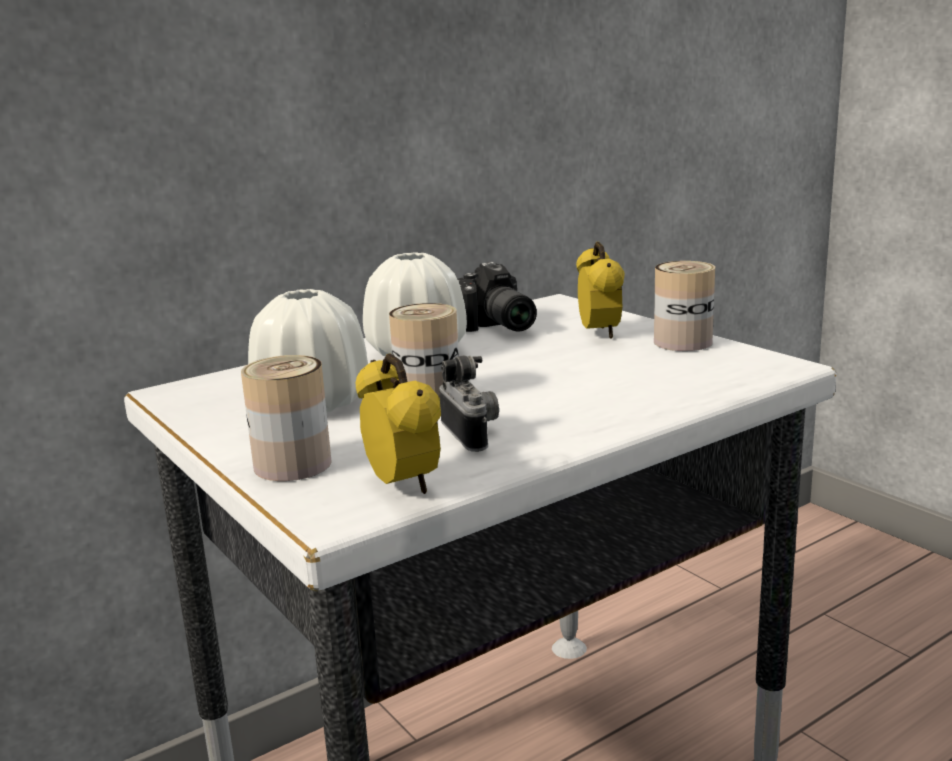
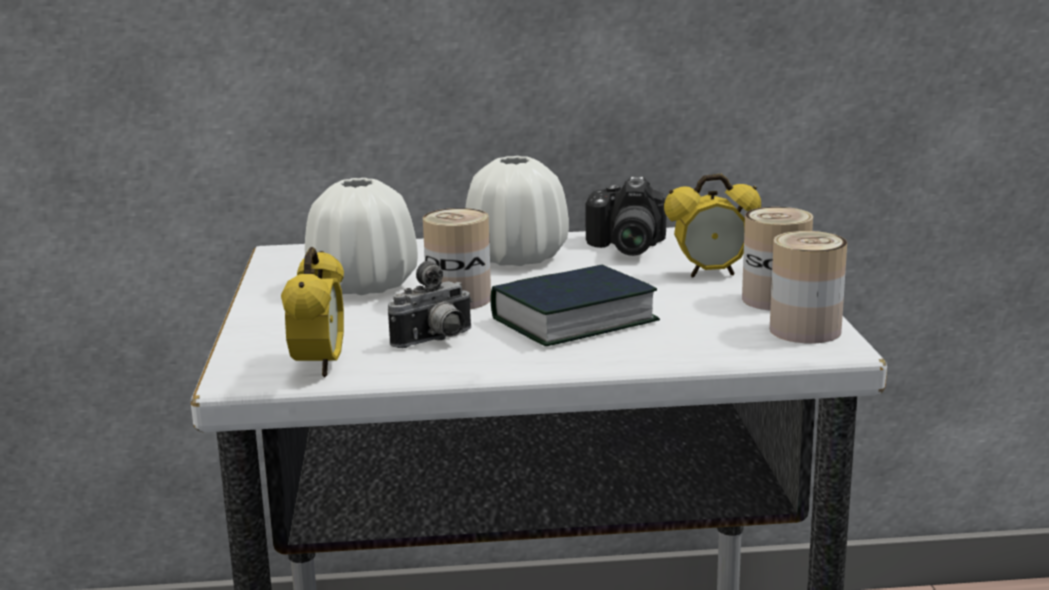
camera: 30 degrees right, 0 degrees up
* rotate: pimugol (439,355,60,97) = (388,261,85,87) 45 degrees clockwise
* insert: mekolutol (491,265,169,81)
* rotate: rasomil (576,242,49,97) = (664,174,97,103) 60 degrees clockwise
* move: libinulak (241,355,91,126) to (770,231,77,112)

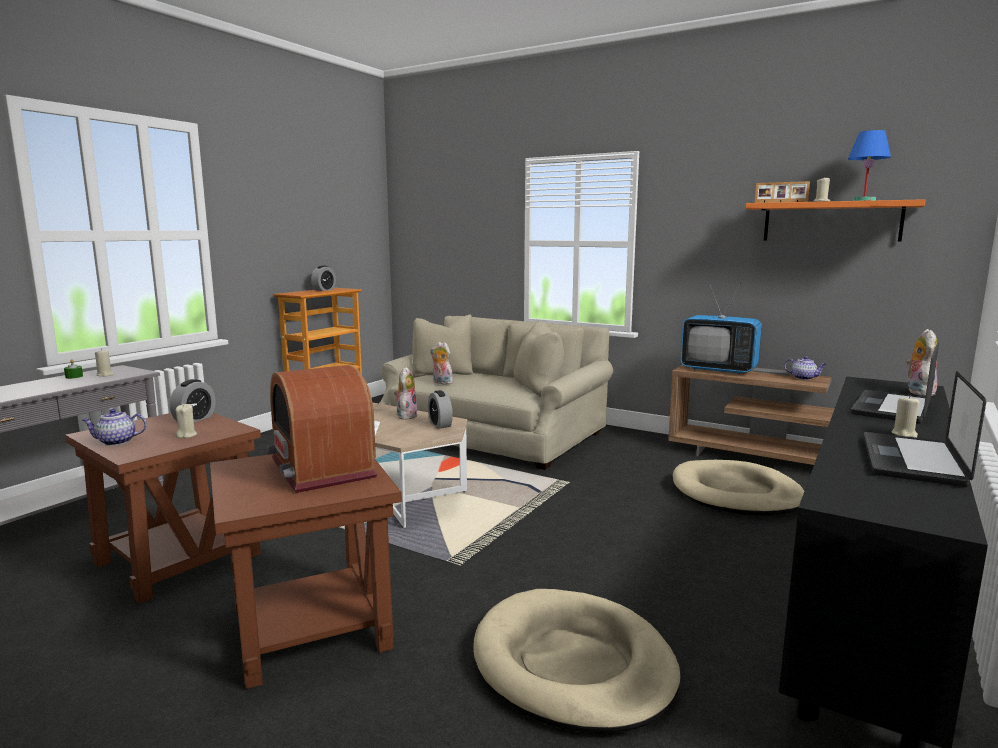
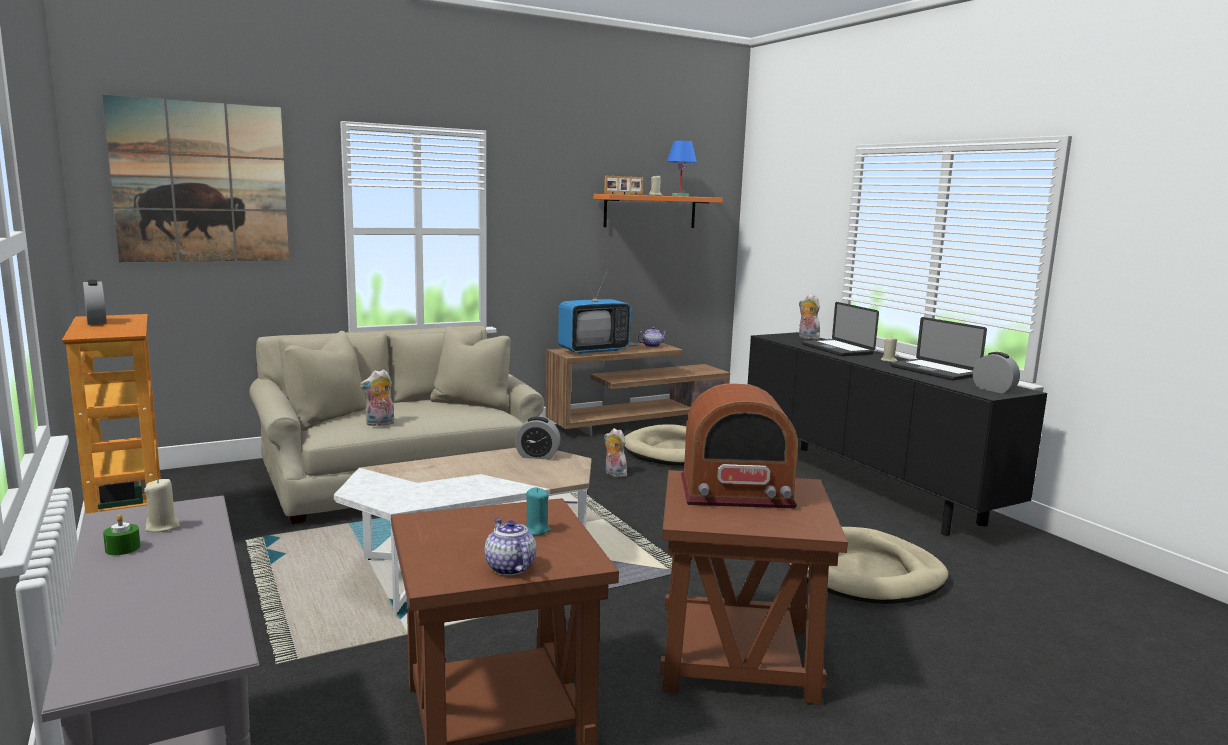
camera: 60 degrees left, 0 degrees up
* insert: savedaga (102,95,187,167)
* rotate: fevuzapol (82,409,65,37) = (484,518,52,58) 135 degrees clockwise
* recolor: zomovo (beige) (175,404,22,34) to zomovo (turquoise) (526,487,25,49)
* move: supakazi (394,367,24,53) to (604,428,23,49)
* move: rasomil (170,379,46,43) to (973,352,47,42)

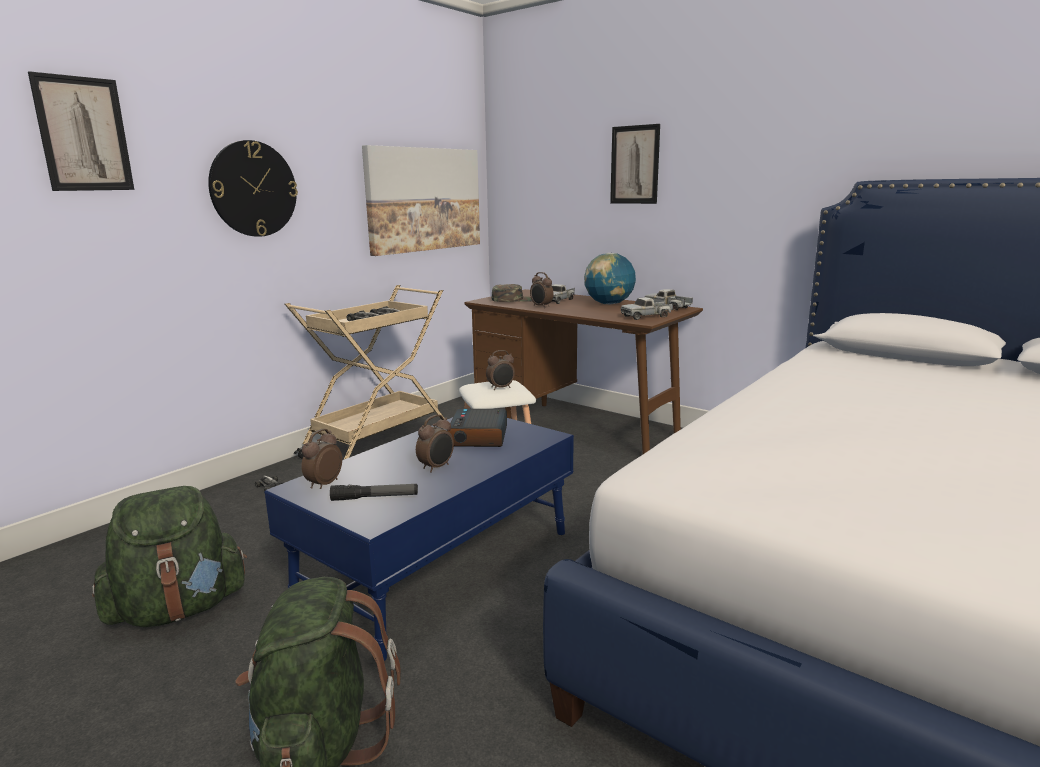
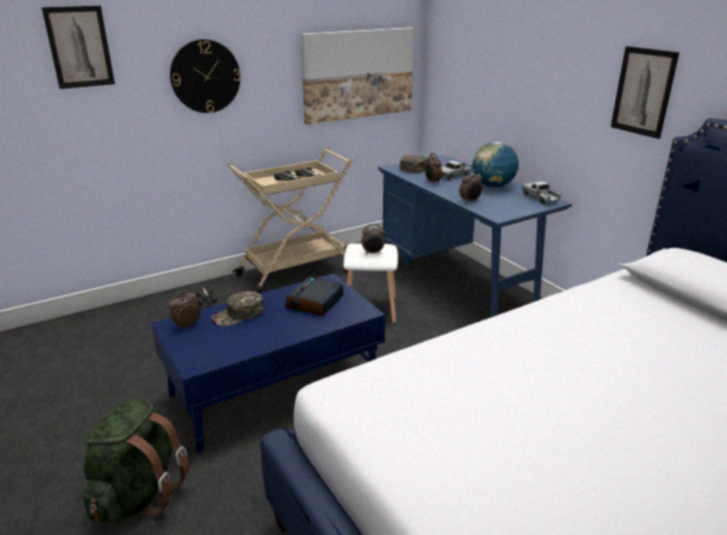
camera: 20 degrees right, 10 degrees up
* insert: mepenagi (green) (211,291,53,35)
* recolor: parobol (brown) (464,289,239,165) to parobol (blue) (378,155,194,163)
* move: rasomil (416,414,38,59) to (459,170,23,34)
* move: savedaga (610,124,50,80) to (611,46,68,93)
* delete: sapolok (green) (92,486,155,141)
* delete: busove (330,484,88,17)
* delete: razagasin (621,297,52,23)

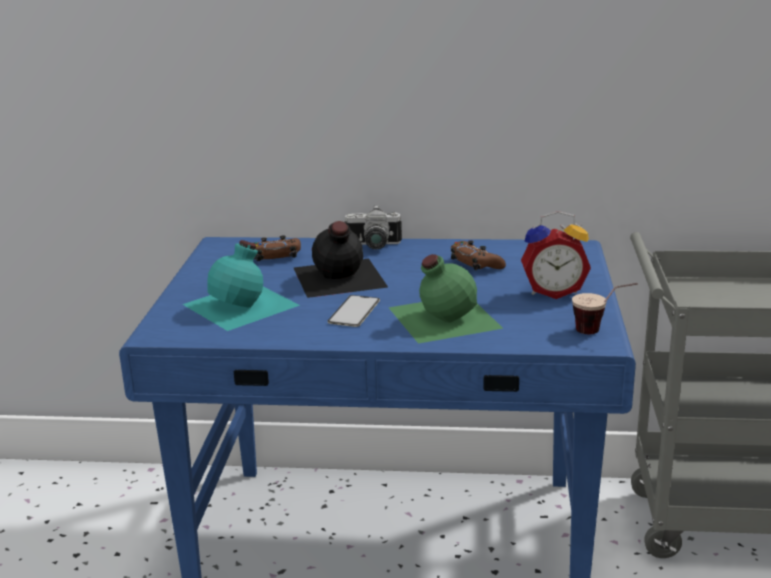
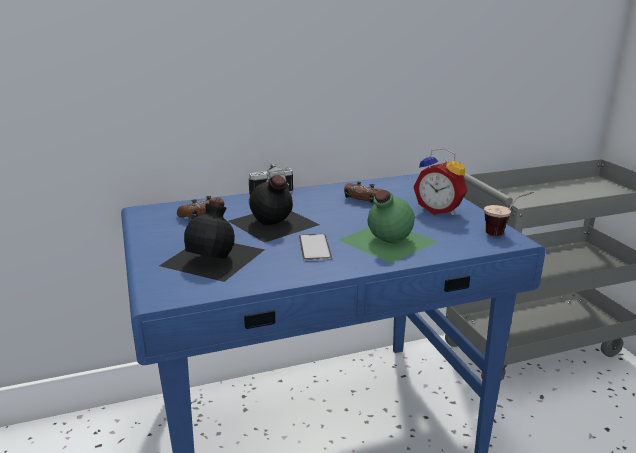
camera: 25 degrees left, 0 degrees up
* recolor: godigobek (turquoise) (182,240,118,91) to godigobek (black) (159,200,106,82)
* rotate: rasomil (521,211,70,88) = (413,148,55,67) 60 degrees clockwise

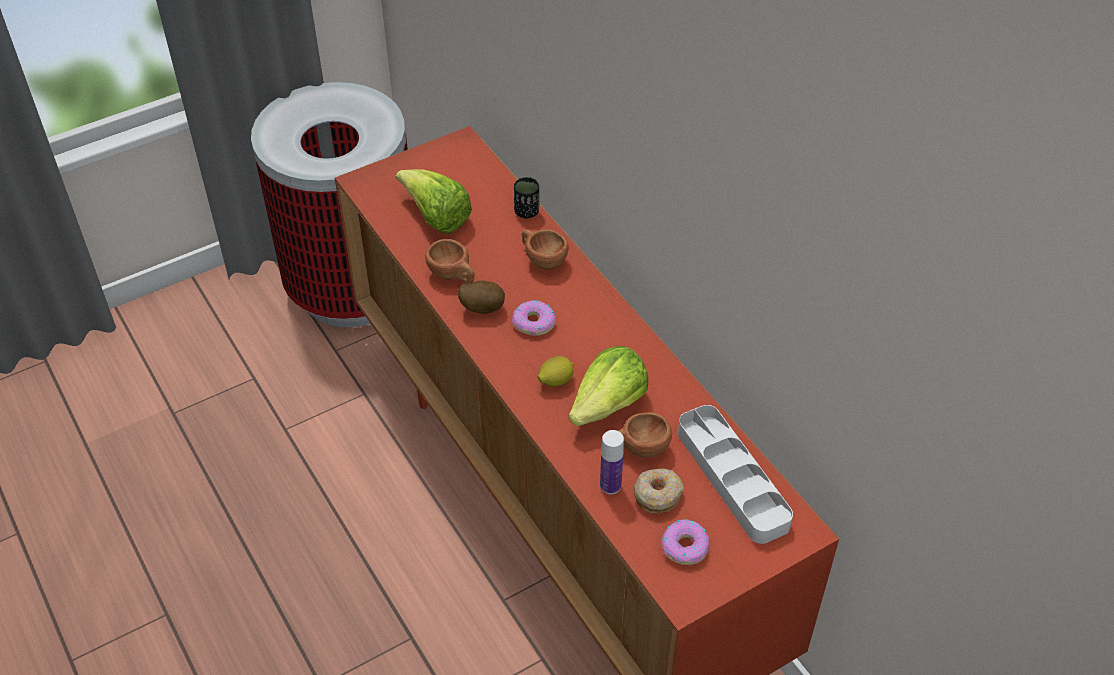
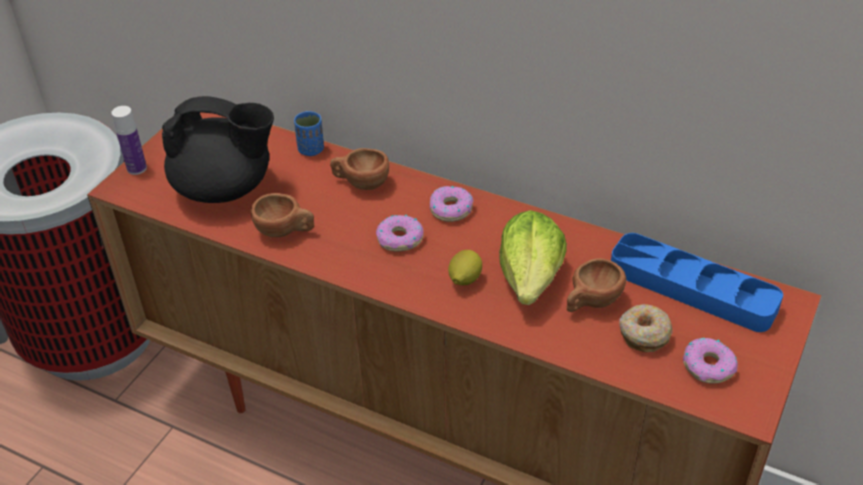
camera: 30 degrees left, 5 degrees down
* move: godigobek (600,430,24,64) to (111,106,36,69)
* replace: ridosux (396,169,76,65) to fevuzapol (black) (162,96,112,107)
* recolor: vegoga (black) (514,177,25,41) to vegoga (blue) (294,111,30,45)
* insert: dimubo (430,186,43,36)
* recolor: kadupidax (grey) (678,405,115,139) to kadupidax (blue) (611,233,172,99)
* delete: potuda (458,280,47,34)

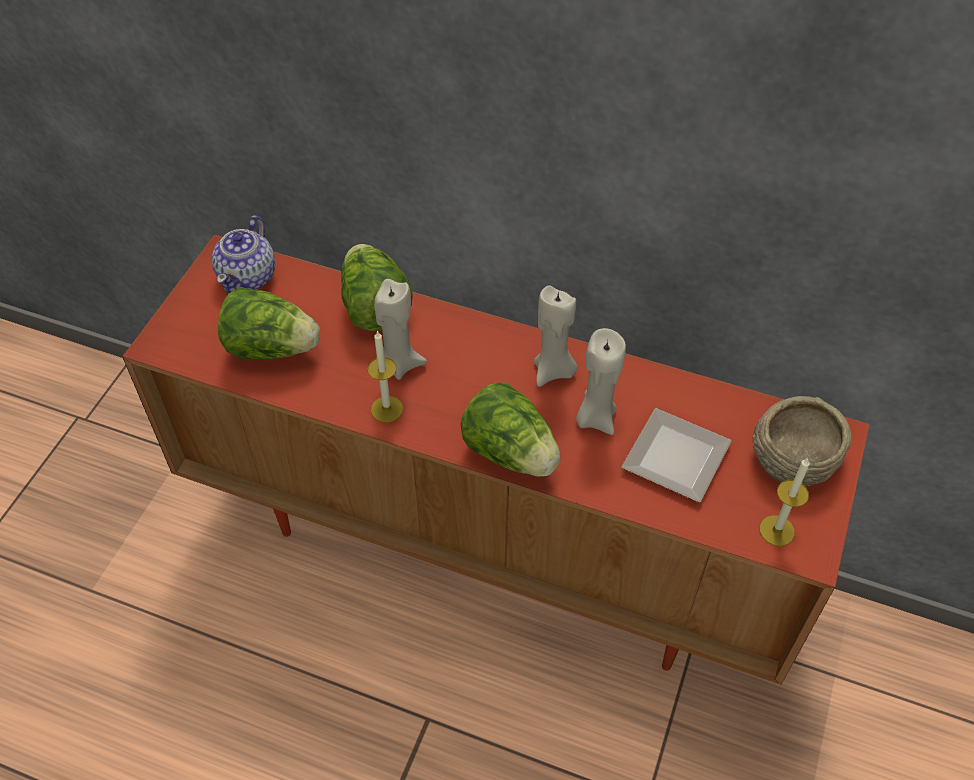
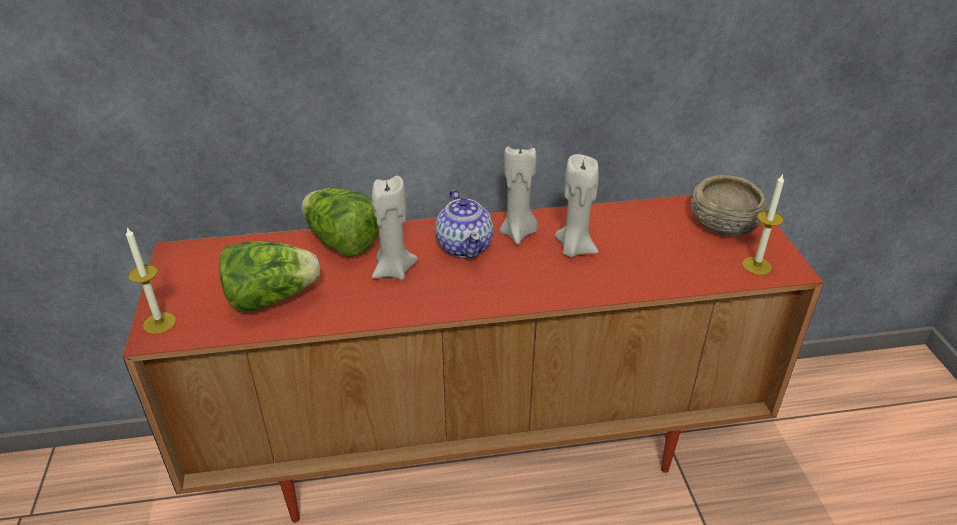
camera: 30 degrees left, 15 degrees down
* move: zomovo (368,331,35,91) to (126,227,50,107)
* move: fevuzapol (212,215,63,79) to (435,190,59,68)
* delete: ridosux (461,382,99,95)
* delete: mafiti (621,408,110,94)

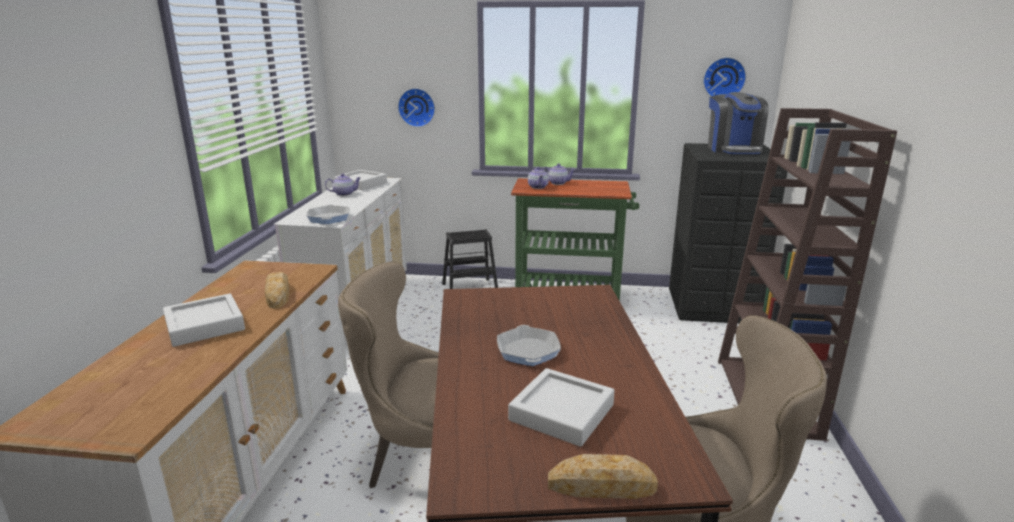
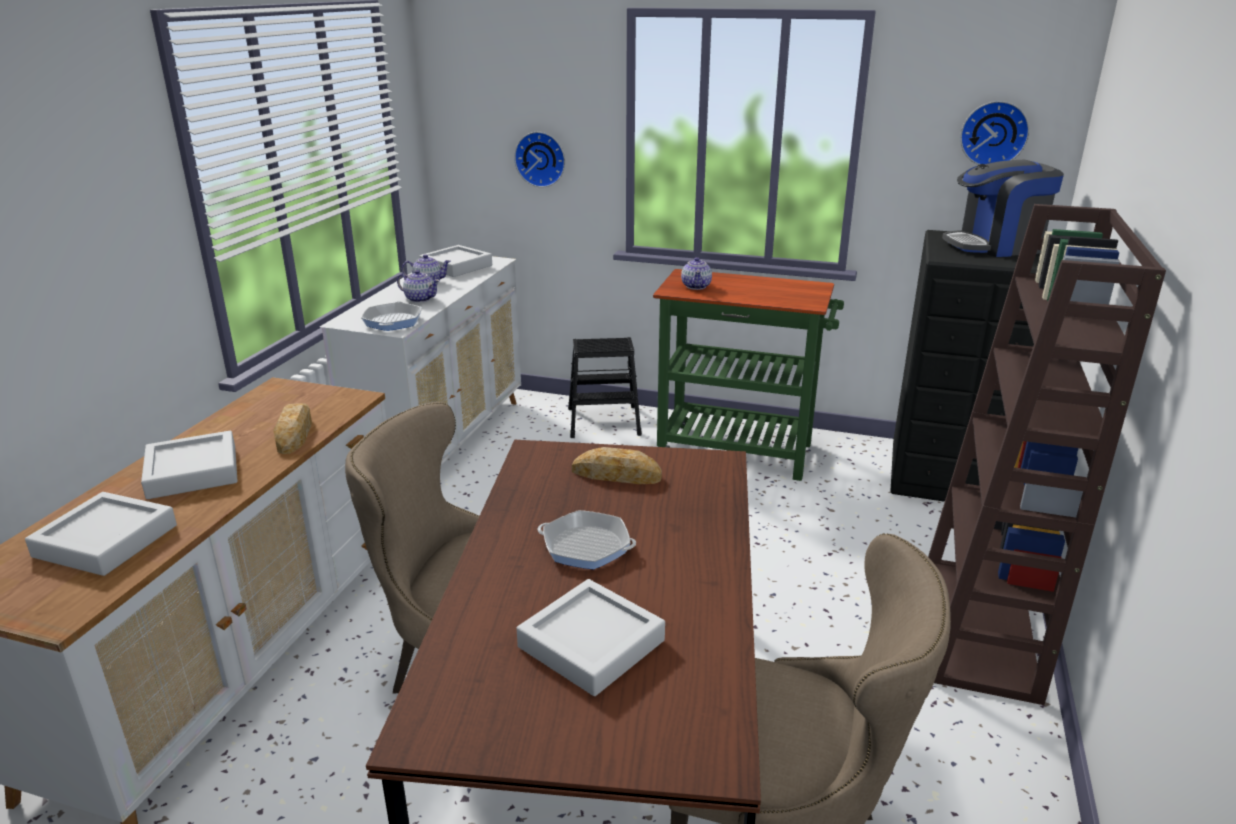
camera: 10 degrees right, 5 degrees up
* insert: kadupidax (grey) (25,492,152,84)
* move: fevuzapol (543,163,33,22) to (397,270,43,33)
* rotate: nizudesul (497,325,64,41) = (538,510,98,59) 75 degrees counterclockwise
* move: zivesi (548,454,110,45) to (572,447,90,37)
* rotate: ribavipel (708,92,61,62) = (942,160,122,97) 75 degrees clockwise

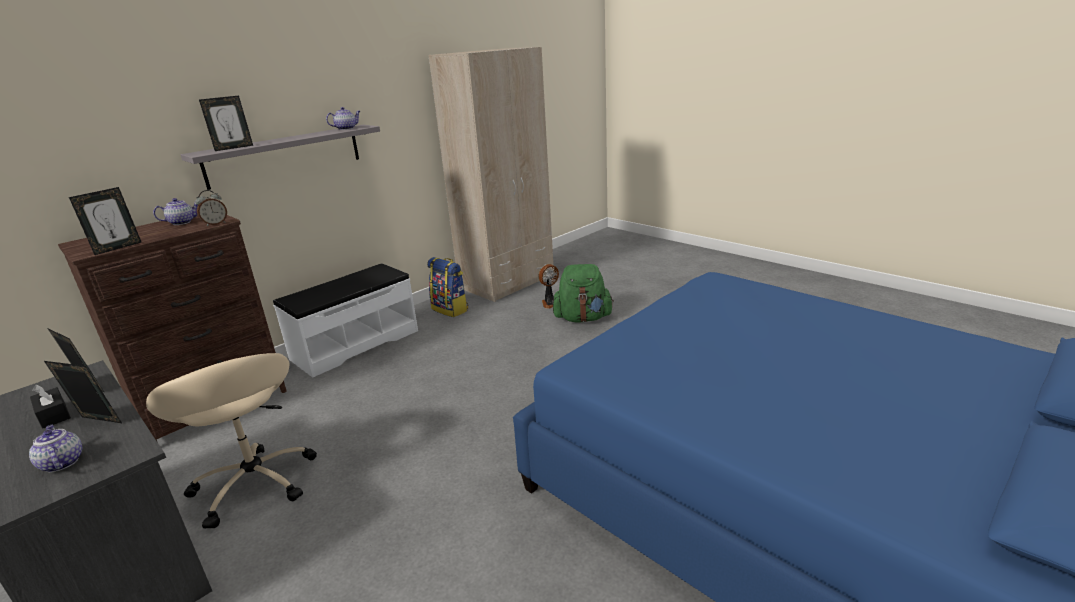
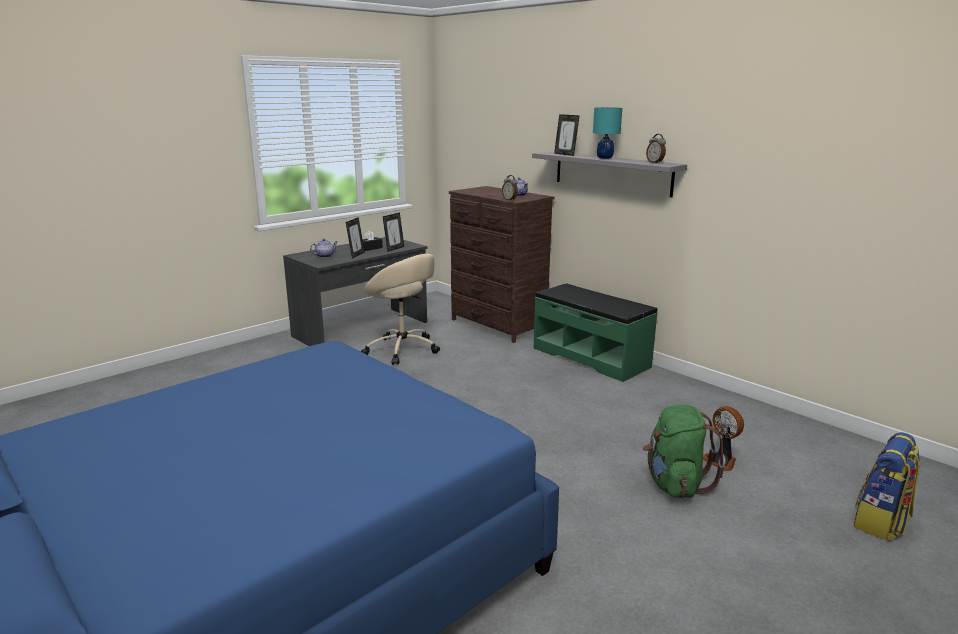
camera: 90 degrees right, 5 degrees down
* rotate: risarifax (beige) (146,353,171,175) = (361,254,79,111) 105 degrees counterclockwise
* recolor: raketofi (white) (273,263,145,115) to raketofi (green) (534,283,124,99)
* insert: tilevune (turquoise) (593,107,29,52)
* replace: fevuzapol (326,107,34,23) to rasomil (646,134,20,29)
* move: sapolok (427,257,41,60) to (854,432,66,109)
* delete: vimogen (69,187,72,68)
* delete: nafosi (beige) (428,47,125,255)

